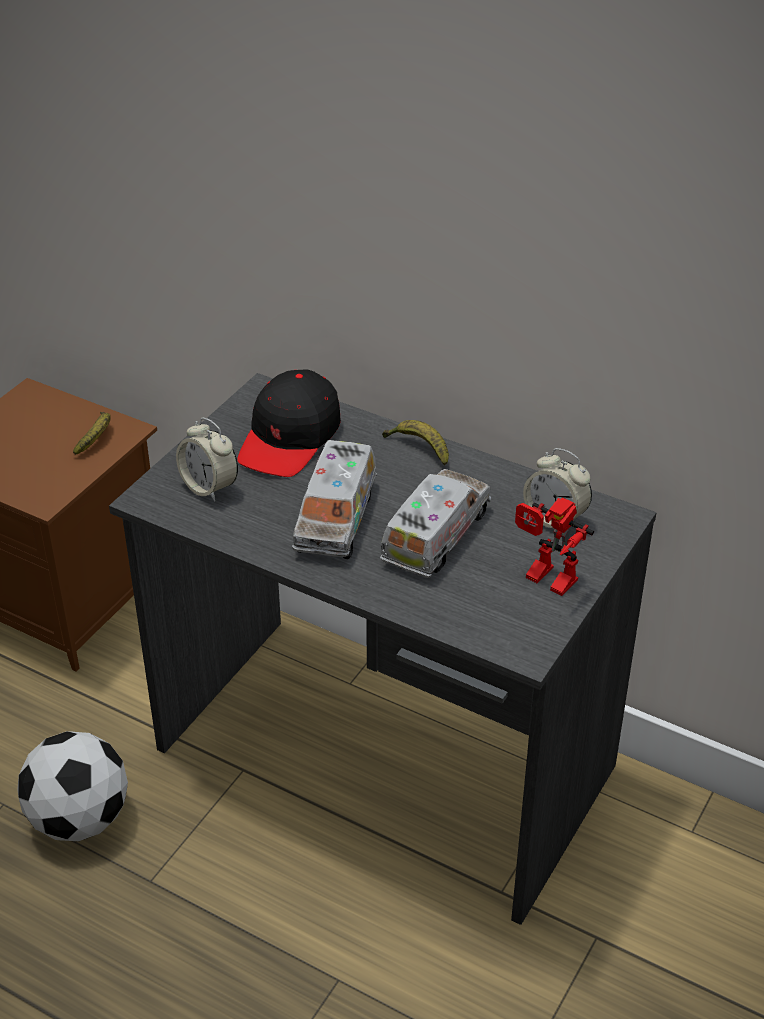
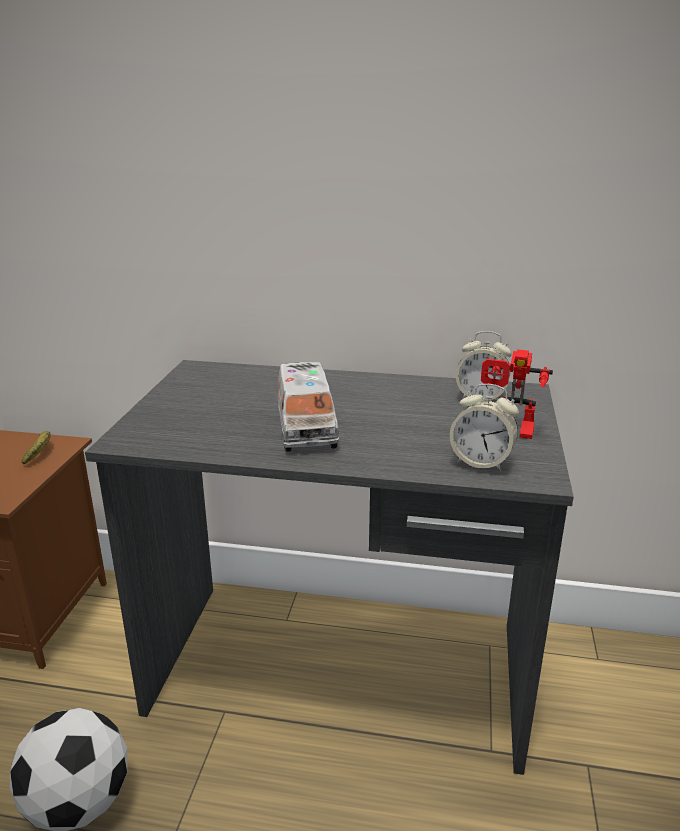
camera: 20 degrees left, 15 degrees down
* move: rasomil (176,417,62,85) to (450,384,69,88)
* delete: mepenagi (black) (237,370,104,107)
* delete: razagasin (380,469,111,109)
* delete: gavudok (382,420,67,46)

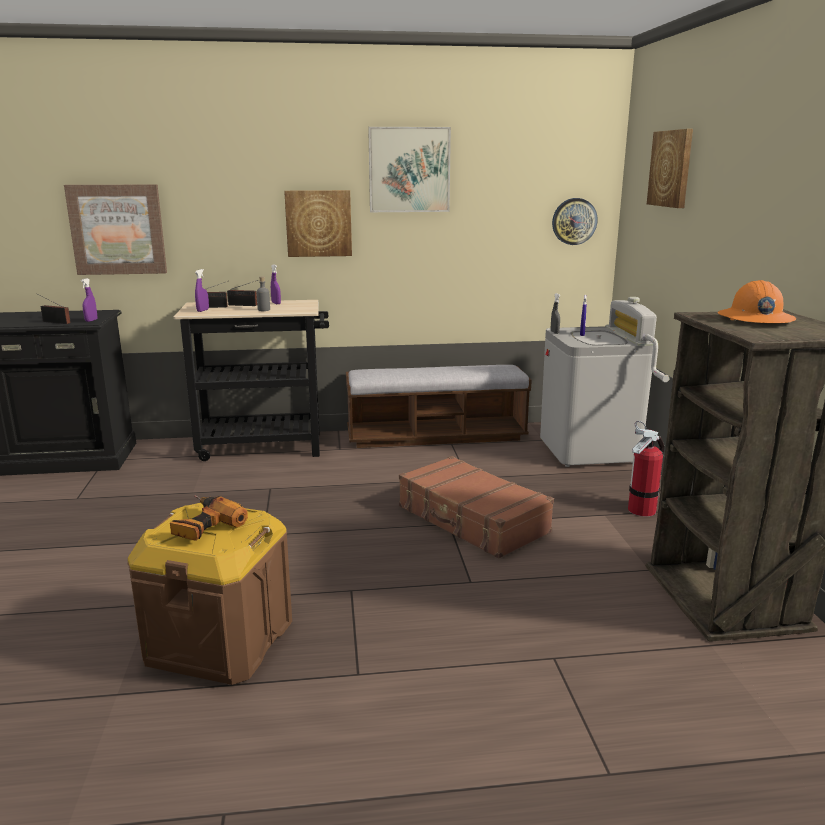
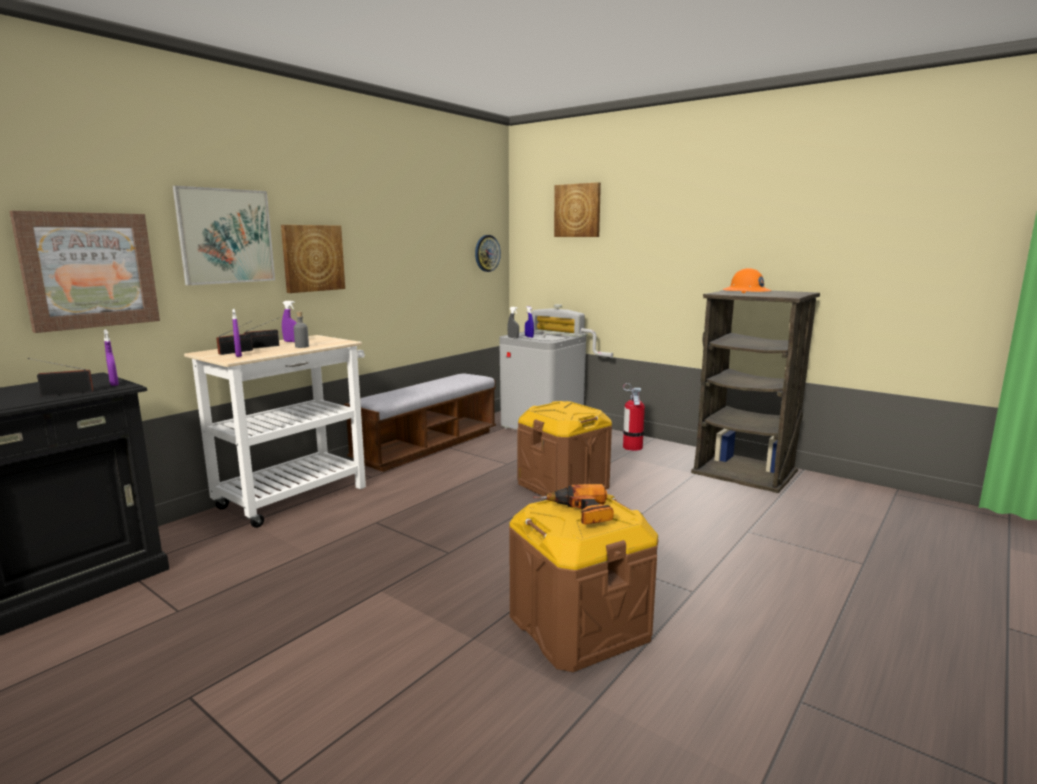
camera: 45 degrees left, 5 degrees down
* move: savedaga (368,127,83,85) to (173,186,102,99)
* recolor: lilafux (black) (174,300,155,161) to lilafux (white) (184,335,182,193)
* replace: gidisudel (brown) (399,456,155,103) to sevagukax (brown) (517,401,95,95)

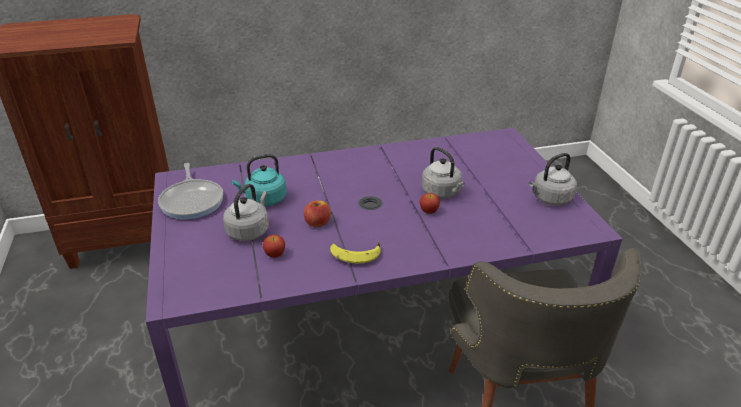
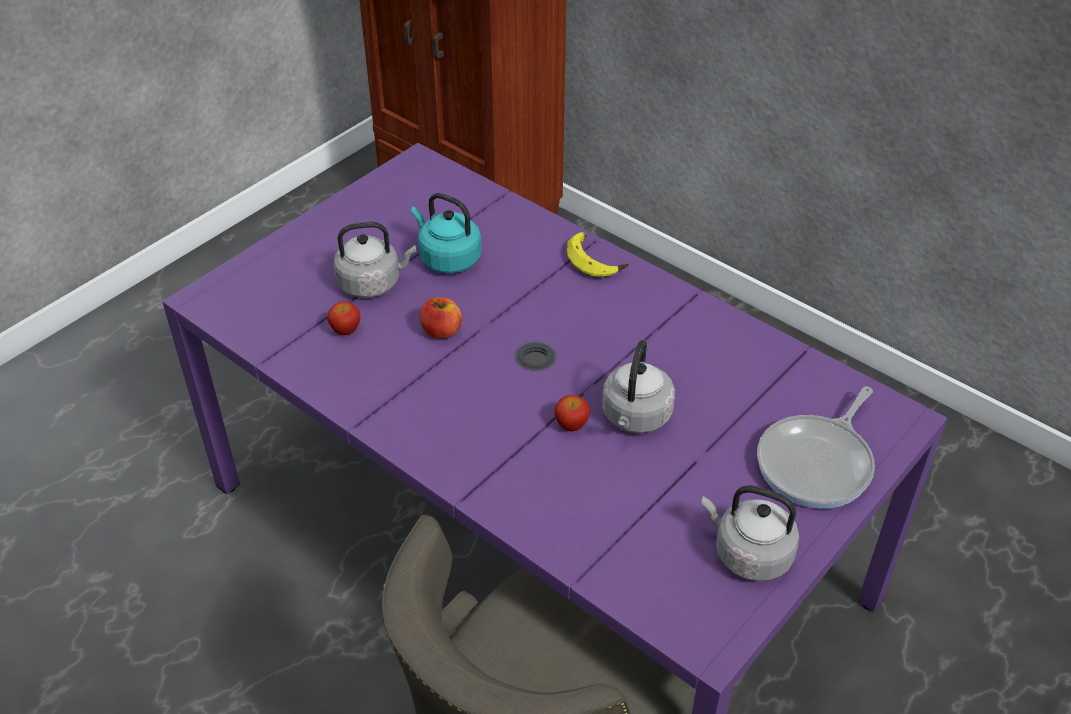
camera: 55 degrees right, 10 degrees up
* move: gavudok (330,242,51,22) to (567,232,62,45)
* move: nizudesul (158,163,65,56) to (757,386,118,123)

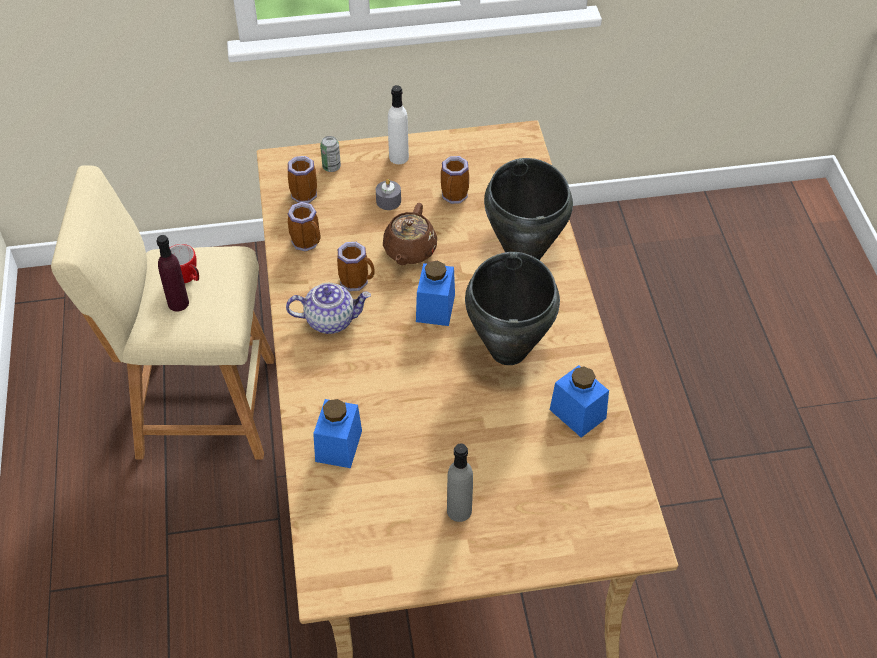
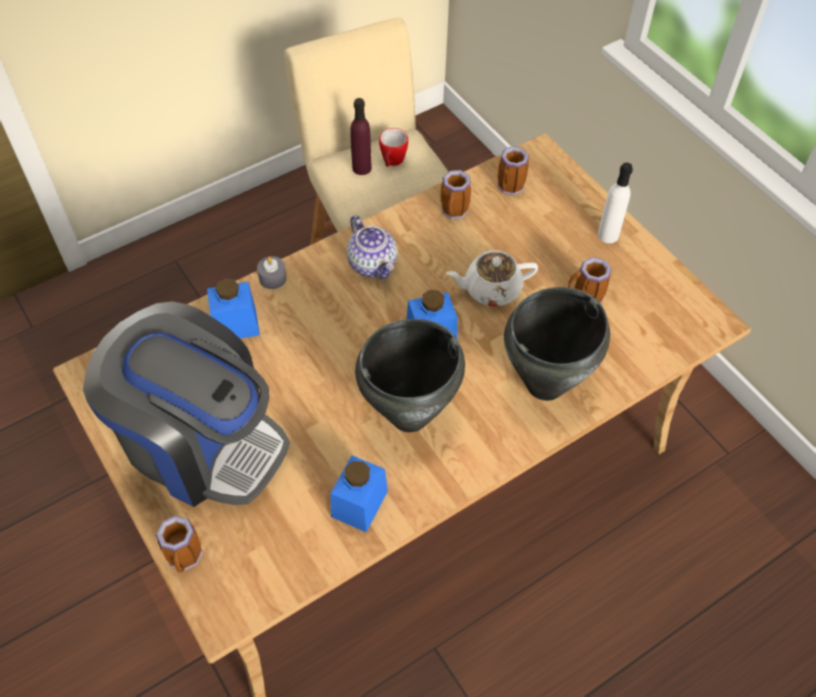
camera: 65 degrees right, 5 degrees up
* replace: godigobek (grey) (447,443,26,79) to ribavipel (83,301,207,206)
* move: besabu (337,242,38,49) to (156,516,47,57)
* move: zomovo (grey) (376,179,25,31) to (257,256,30,33)
* recolor: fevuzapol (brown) (383,203,54,62) to fevuzapol (white) (446,250,92,56)
* delete: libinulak (320,136,21,36)

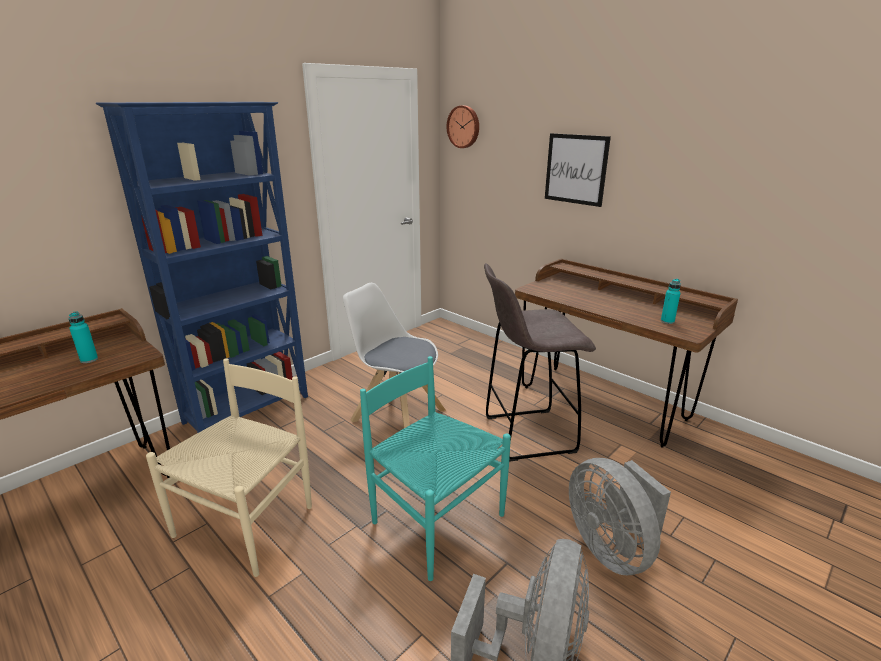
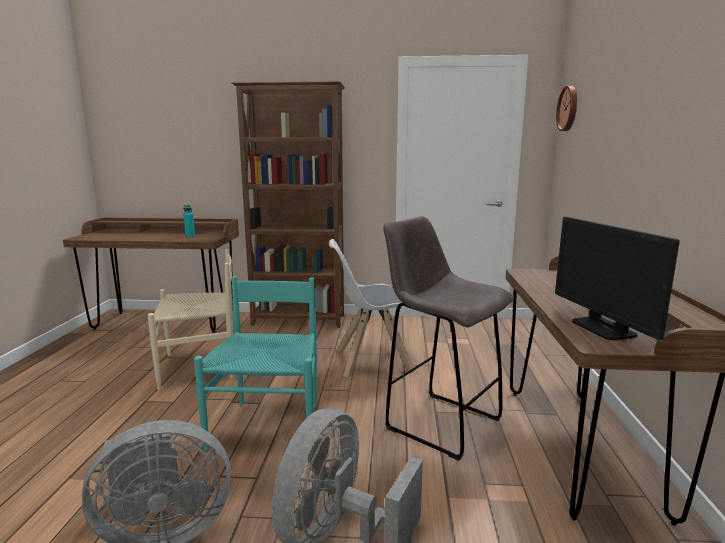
camera: 50 degrees right, 10 degrees down
* recolor: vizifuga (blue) (96,102,212,331) to vizifuga (brown) (232,82,113,246)
* rotate: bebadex (343,283,103,145) = (329,239,86,138) 90 degrees counterclockwise
* replace: godigobek (turquoise) (661,279,20,45) to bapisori (555,217,125,123)
* delete: savedaga (545,133,66,74)

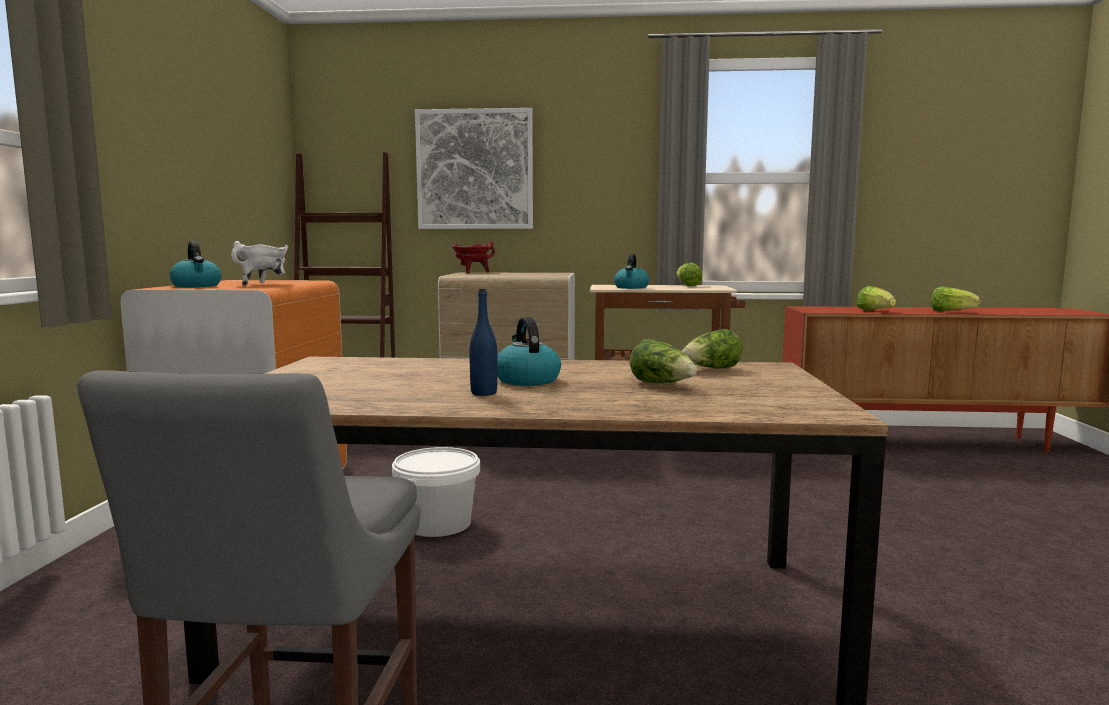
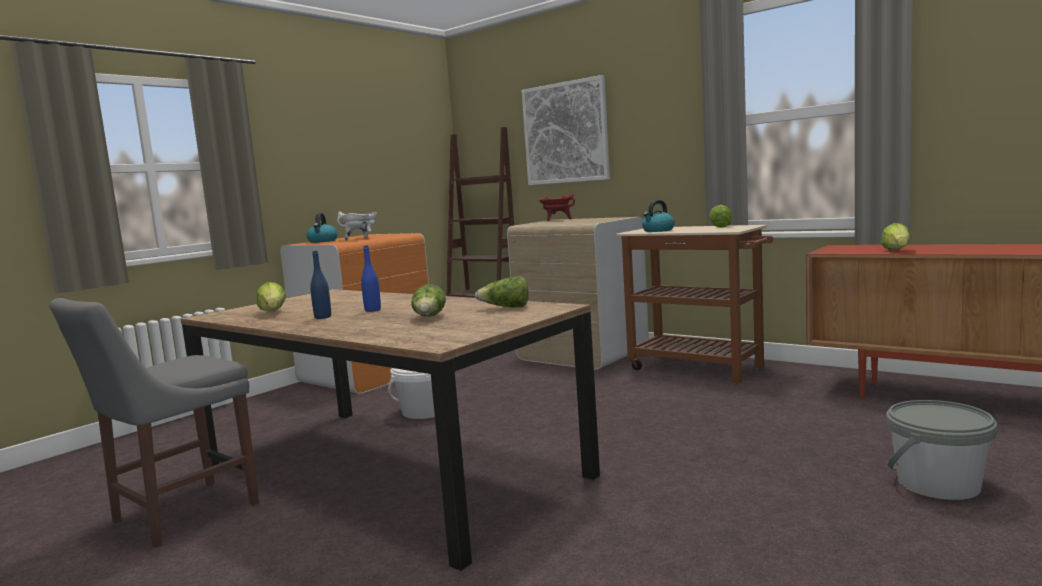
camera: 35 degrees right, 0 degrees up
* move: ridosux (931,286,49,26) to (256,282,30,29)
* replace: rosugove (497,317,64,69) to godigobek (blue) (361,245,20,67)
* insert: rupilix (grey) (886,400,111,100)

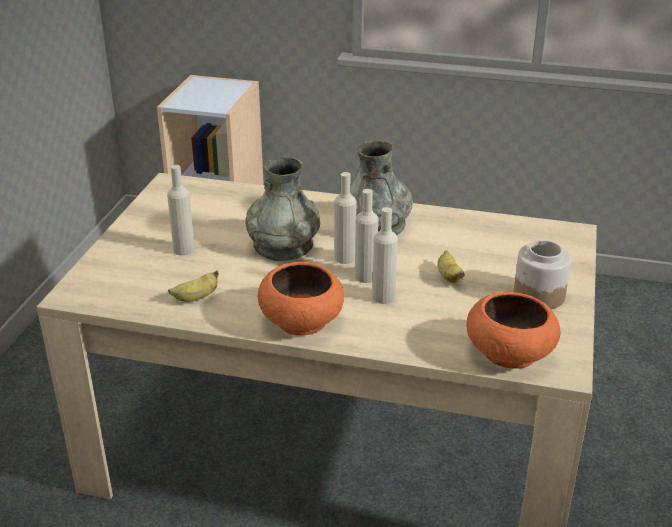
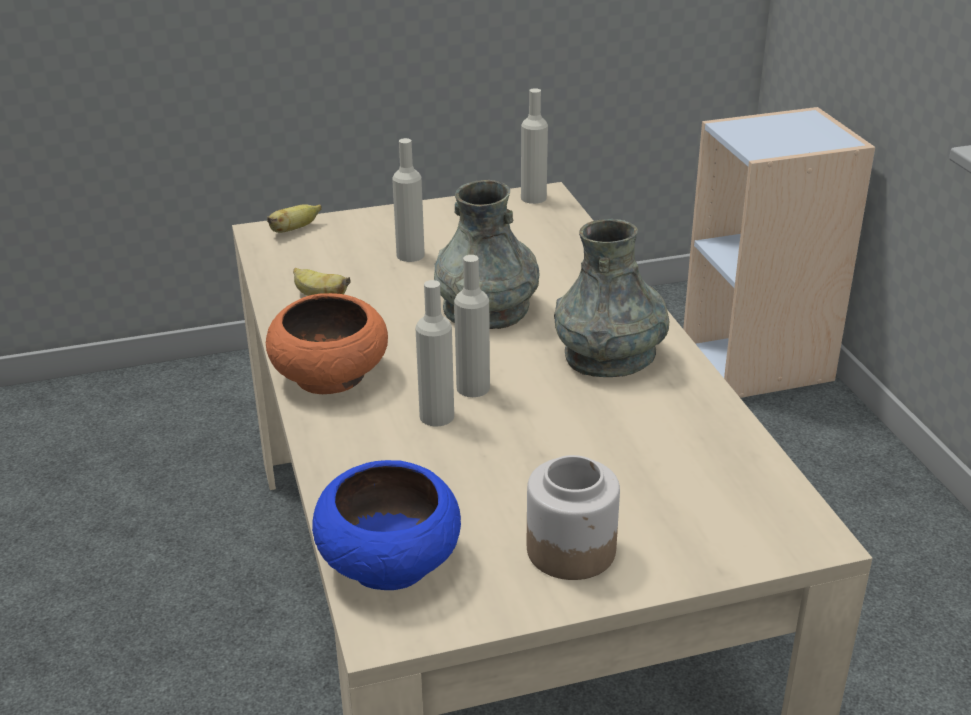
camera: 60 degrees right, 0 degrees up
* move: gavudok (437,250,28,34) to (267,204,54,29)
* recolor: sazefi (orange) (466,292,95,76) to sazefi (blue) (312,460,149,130)
* move: godigobek (beige) (334,172,23,92) to (521,88,27,116)

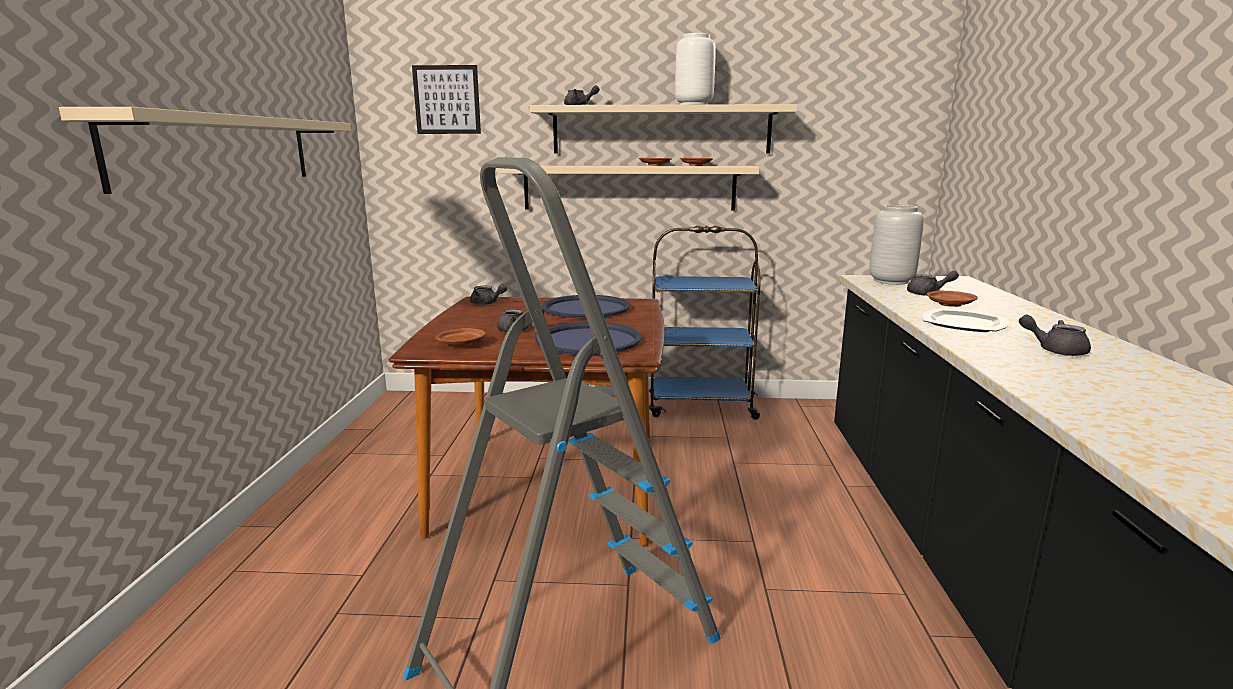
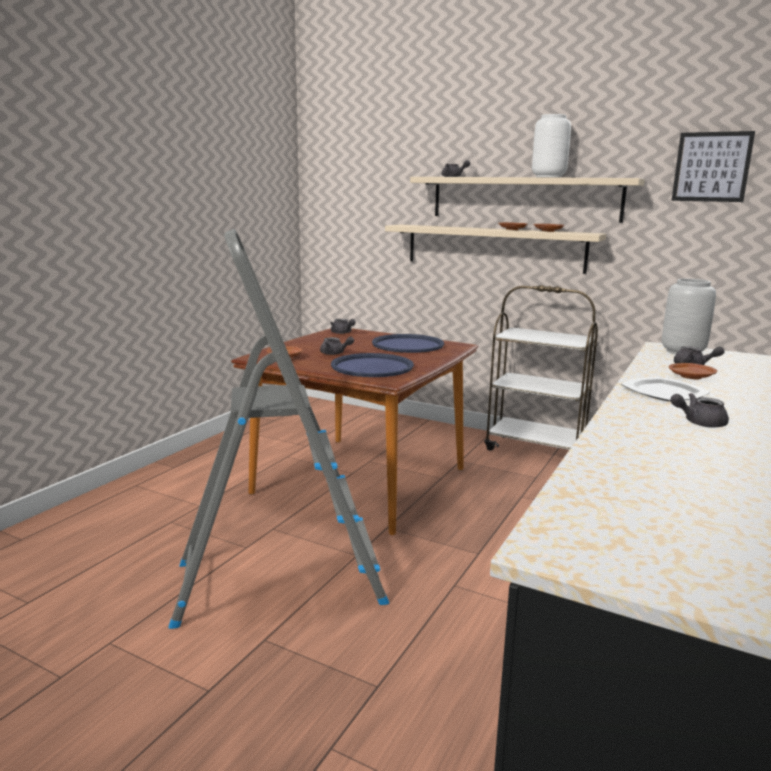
camera: 25 degrees right, 0 degrees up
* recolor: lilafux (blue) (649,226,111,194) to lilafux (white) (484,285,114,166)
* rotate: fevuzapol (grey) (1019,315,72,41) = (670,393,59,35) 60 degrees counterclockwise
* move: savedaga (412,65,69,69) to (672,131,83,71)
* delete: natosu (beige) (59,107,292,87)

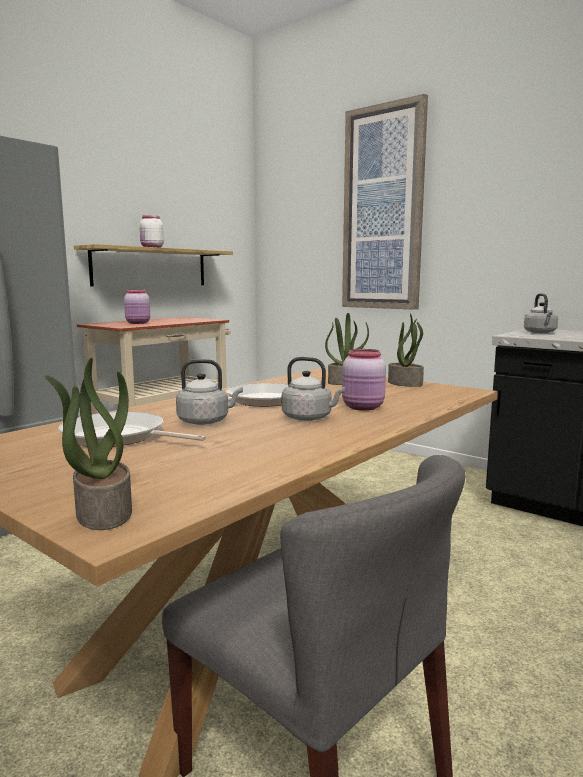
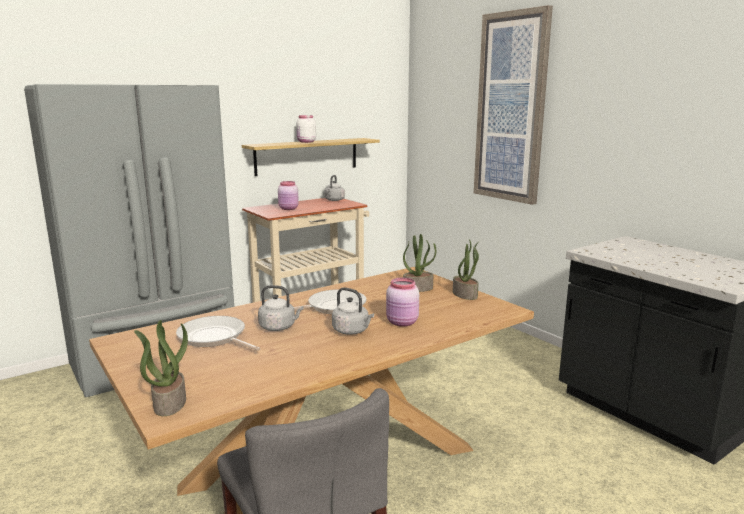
camera: 15 degrees right, 5 degrees up
* move: rosugove (grey) (524,293,34,40) to (325,175,20,26)

